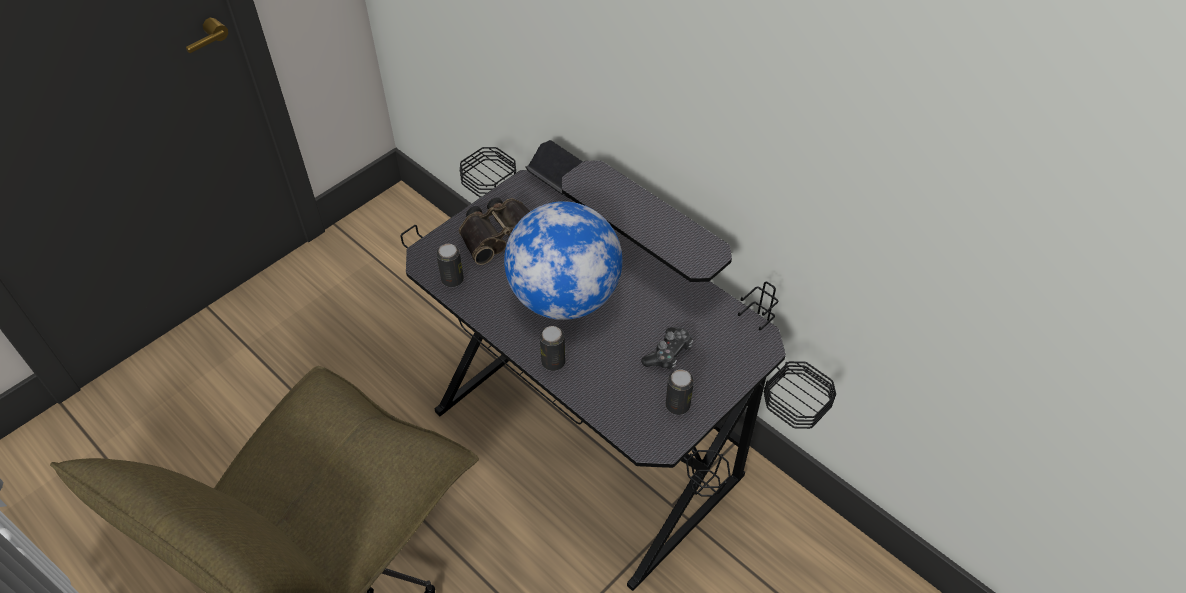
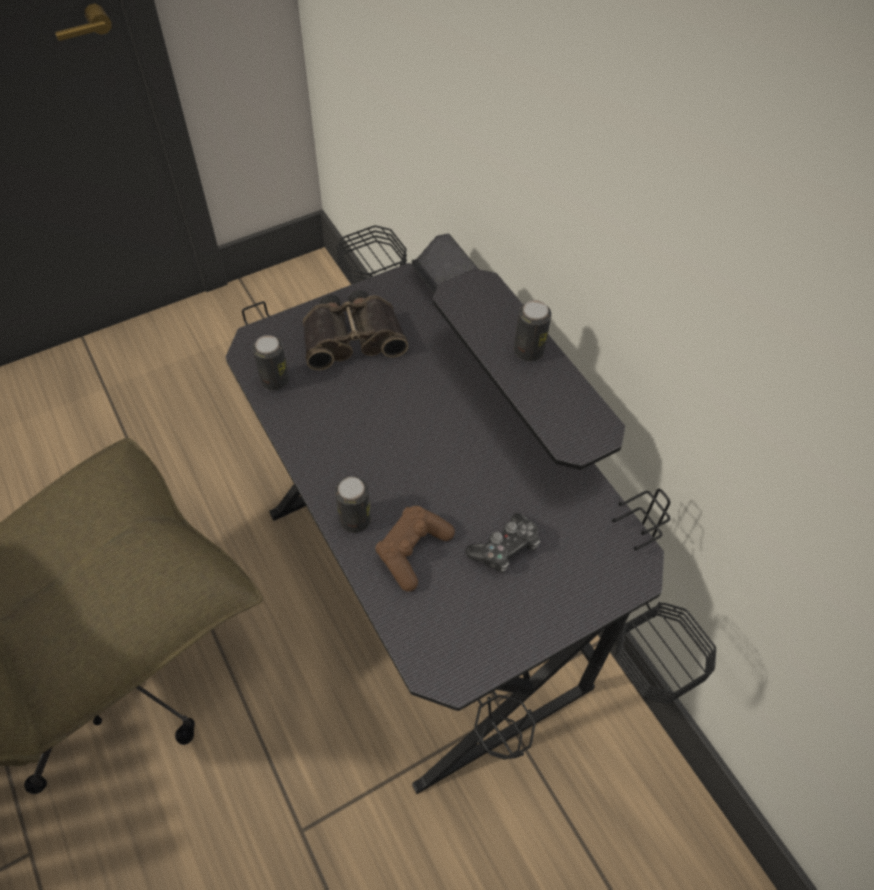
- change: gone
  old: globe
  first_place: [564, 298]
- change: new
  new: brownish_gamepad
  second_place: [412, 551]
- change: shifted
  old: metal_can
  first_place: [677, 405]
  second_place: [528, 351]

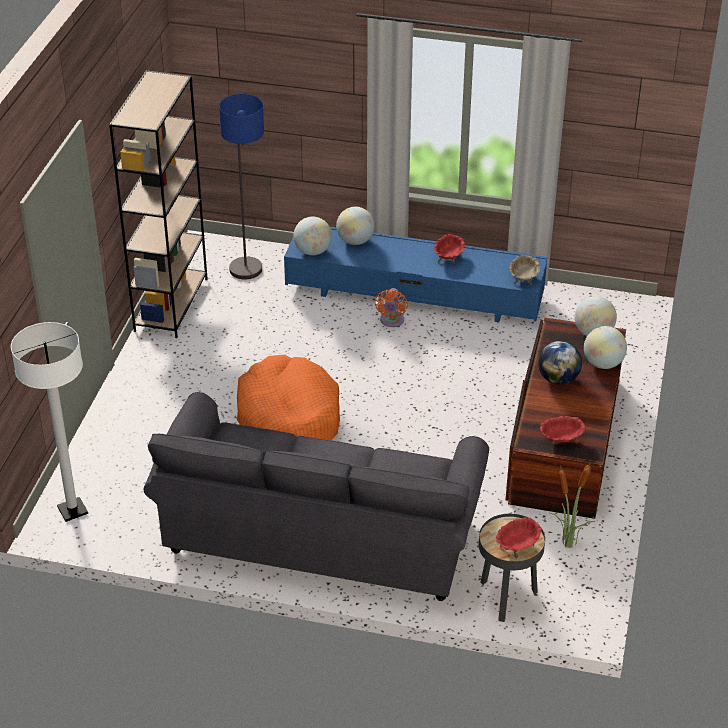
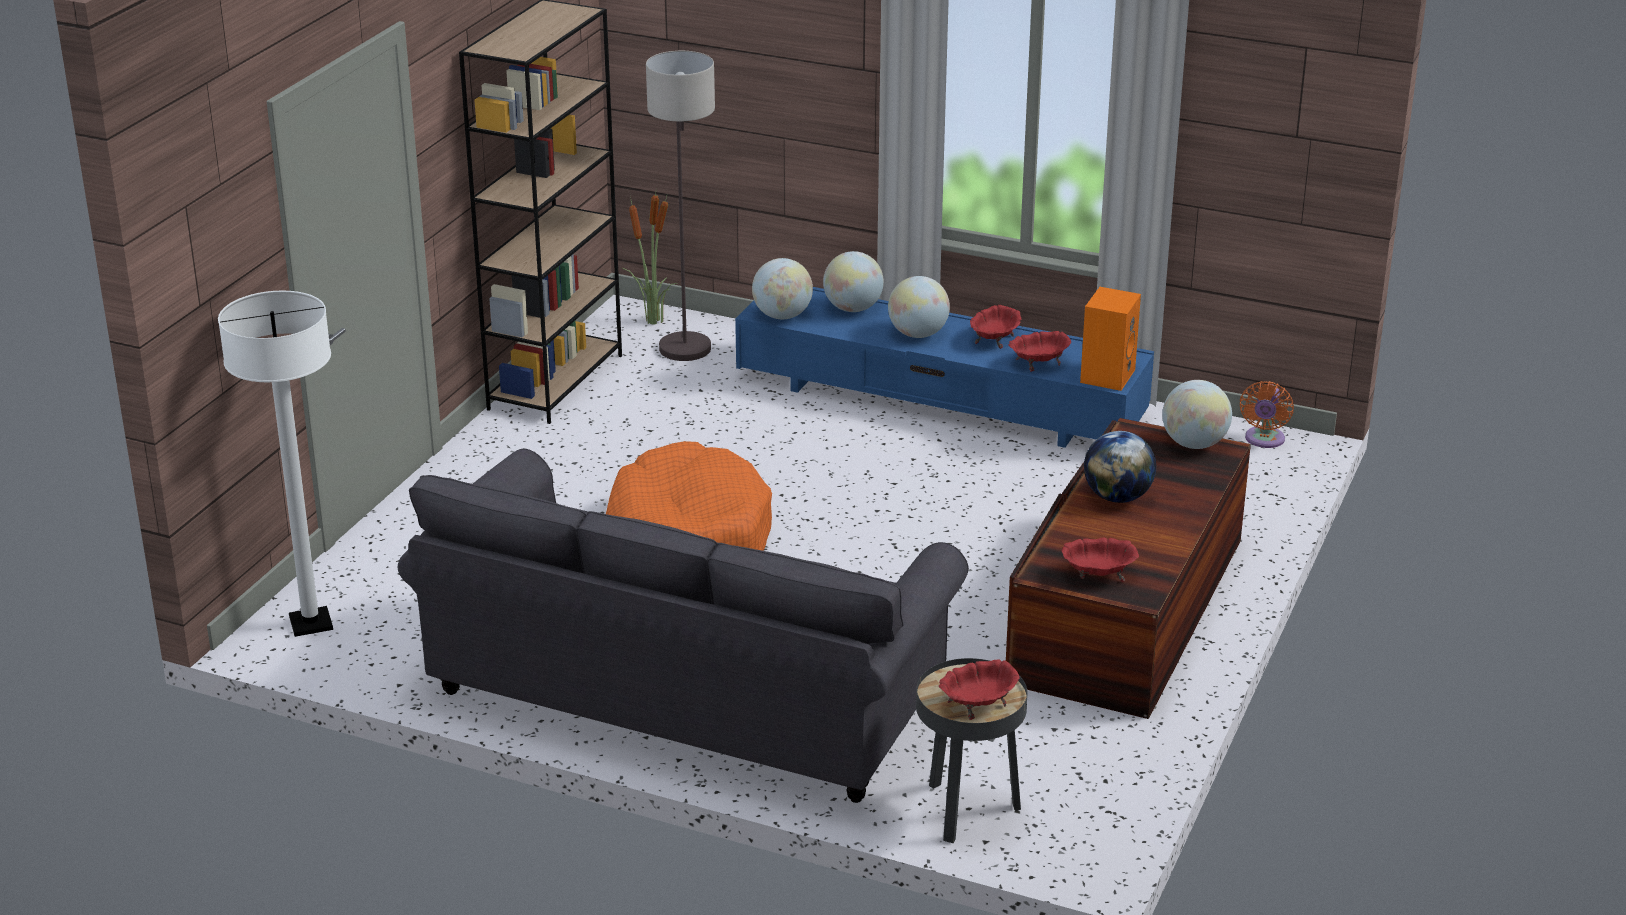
- change: new
  new: reddish_bowl
  second_place: [1039, 363]
- change: shifted
  old: orange-coloured_electric_fan
  first_place: [391, 321]
  second_place: [1264, 440]
- change: shifted
  old: potted_plant
  first_place: [568, 545]
  second_place: [653, 322]
- change: shifted
  old: globe
  first_place: [603, 363]
  second_place: [918, 334]
- change: swapped
  old: beige_bowl
  new: orange-coloured_loudspeaker
  first_place: [523, 278]
  second_place: [1107, 375]
- change: repainted
  old: blue-coloured_standard_lamp
  new: grey_standard_lamp
  first_place: [249, 275]
  second_place: [687, 356]

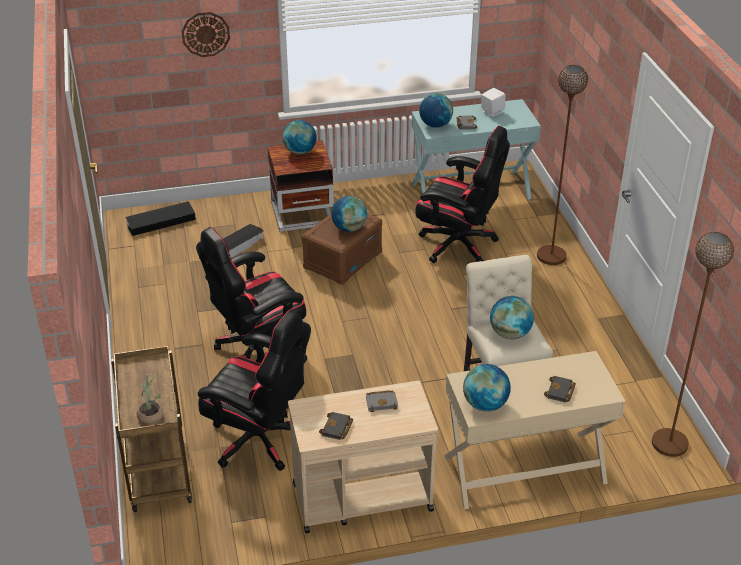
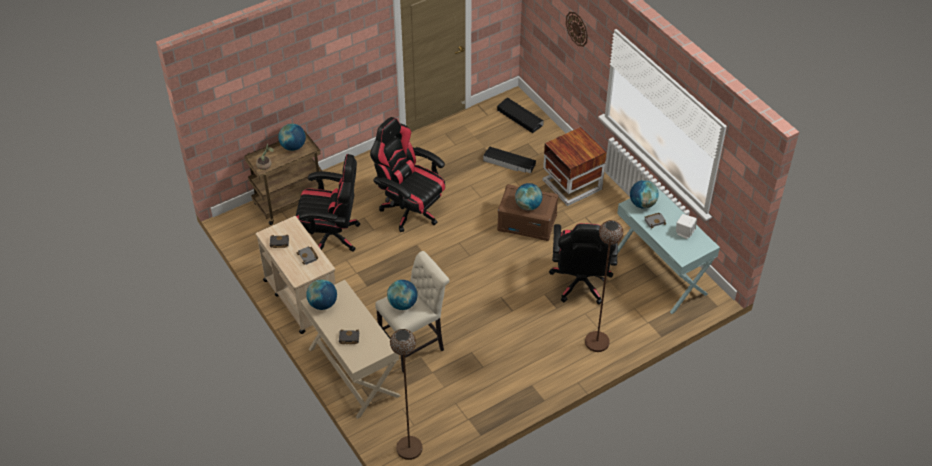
- change: shifted
  old: globe
  first_place: [300, 151]
  second_place: [293, 147]
- change: rotated
  old: blackish_desk_chair
  first_place: [258, 439]
  second_place: [330, 236]
  degrees: -90

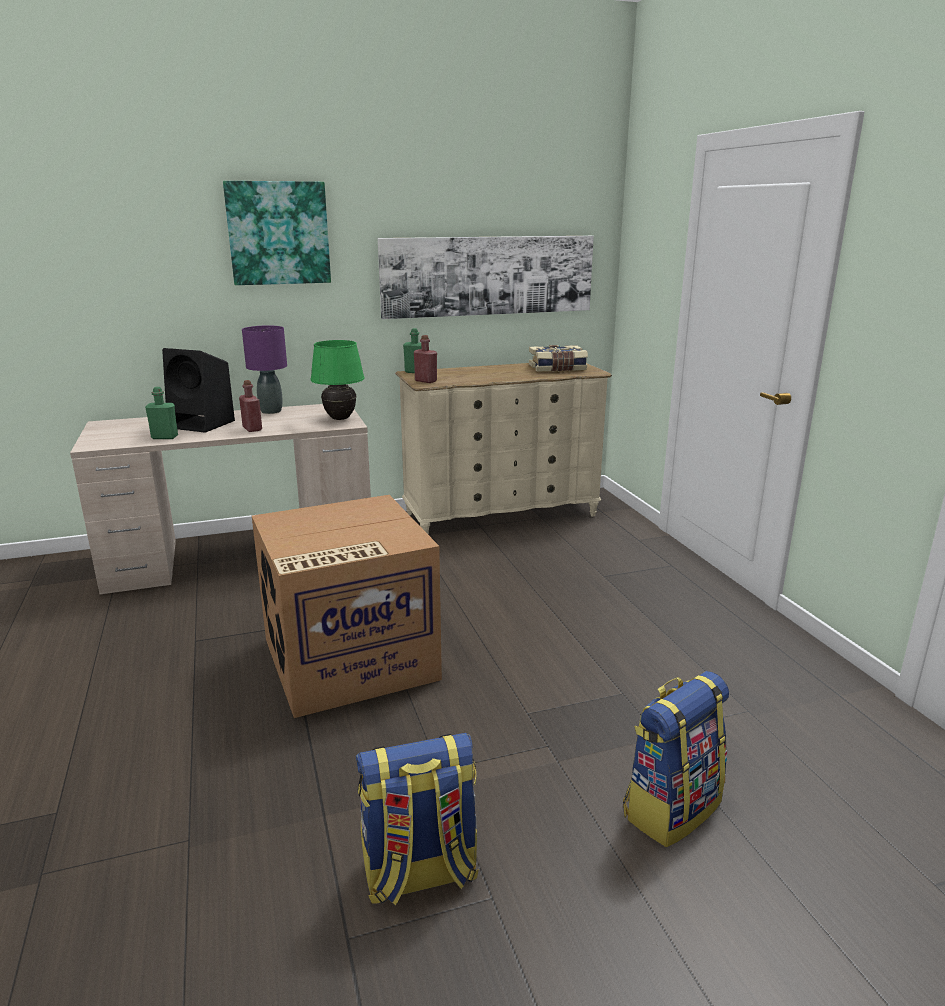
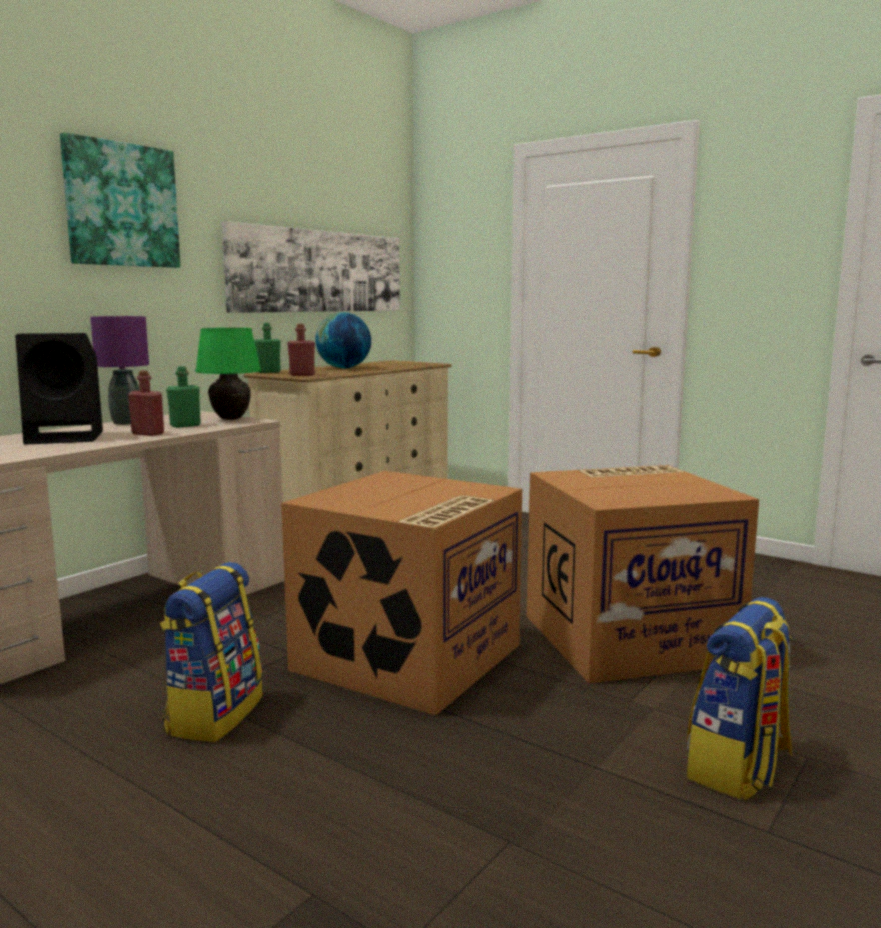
- change: gone
  old: volume
  first_place: [557, 369]
- change: new
  new: globe
  second_place: [344, 368]
- change: new
  new: packing_box
  second_place: [629, 637]
- change: shifted
  old: green_beverage_bottle
  first_place: [164, 437]
  second_place: [185, 425]
- change: shifted
  old: rucksack
  first_place: [671, 807]
  second_place: [214, 714]

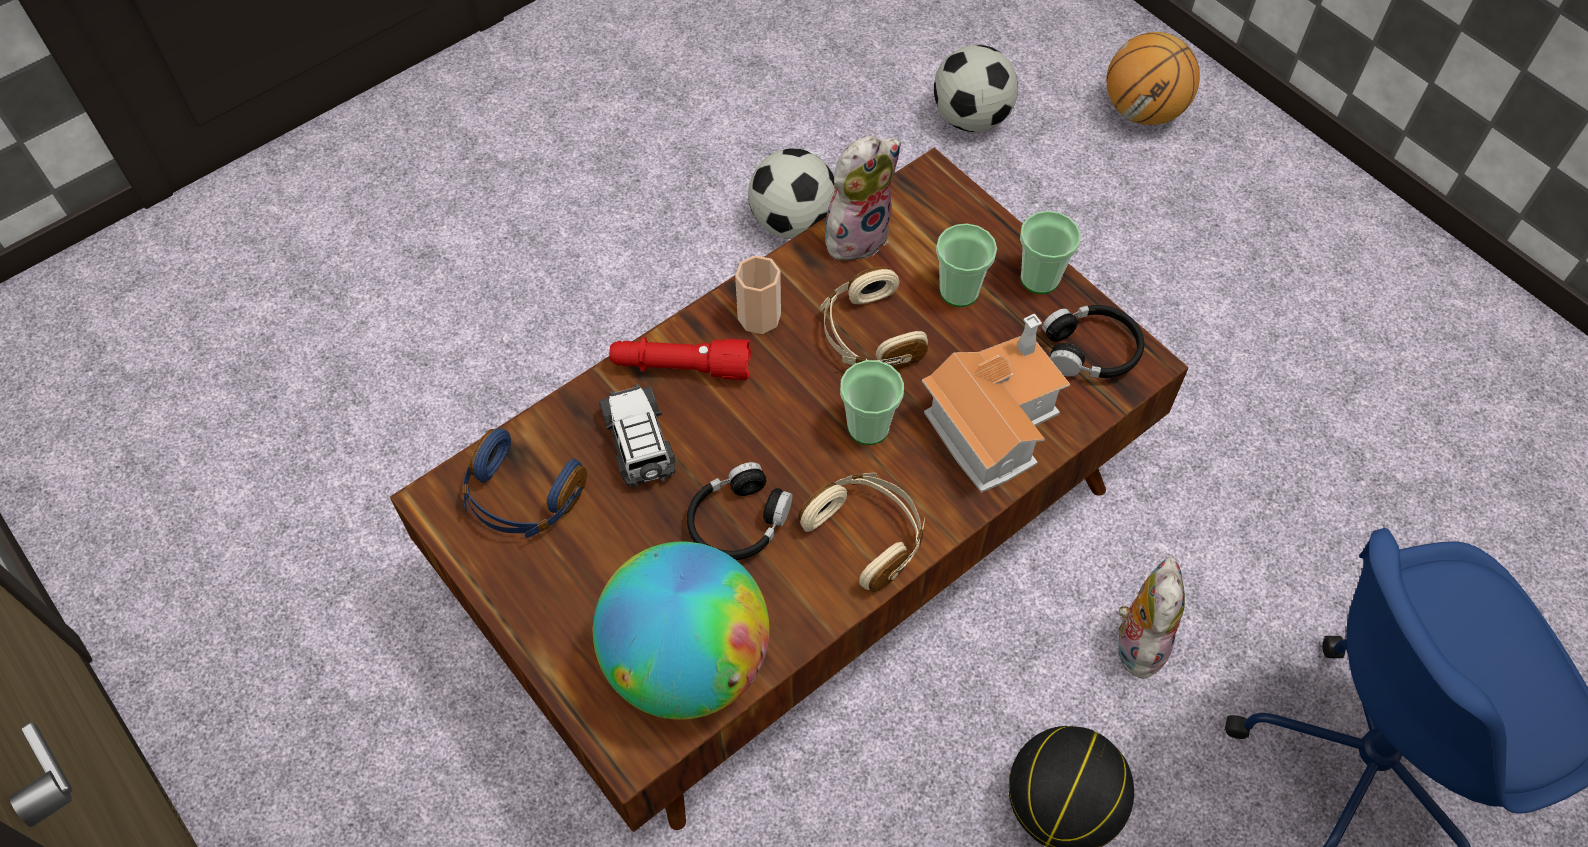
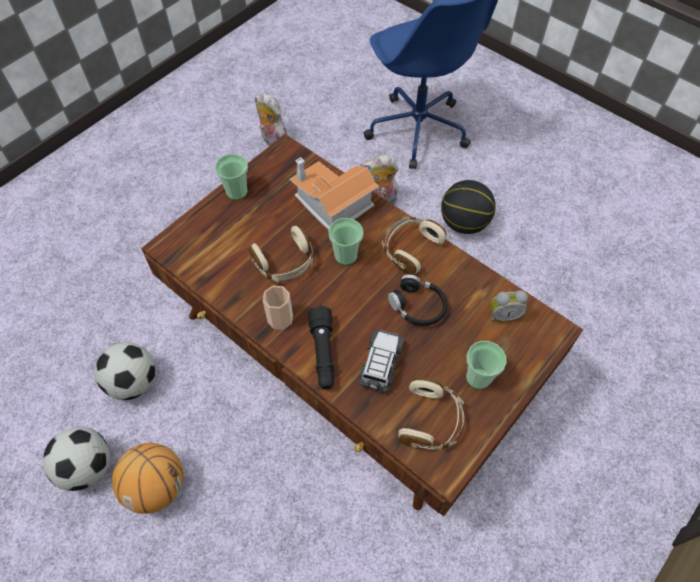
- change: gone
  old: blackish_headset
  first_place: [1091, 351]
- change: shifted
  old: cuddly_toy
  first_place: [856, 234]
  second_place: [272, 141]
- change: shifted
  old: football
  first_place: [971, 117]
  second_place: [87, 467]
- change: shifted
  old: cup
  first_place: [959, 291]
  second_place: [478, 377]
- change: shifted
  old: ball_for_basketball
  first_place: [1143, 111]
  second_place: [157, 486]
- change: swapped
  old: globe
  new: bedside_clock
  first_place: [687, 663]
  second_place: [503, 315]
- change: repainted
  old: blue-coloured_headset
  new: beige_headset
  first_place: [522, 498]
  second_place: [431, 421]
- change: repainted
  old: reddish_flashlight
  new: blackish_flashlight
  first_place: [681, 367]
  second_place: [323, 353]
- change: rotated
  old: toy_car
  first_place: [639, 444]
  second_place: [381, 364]
  degrees: 135

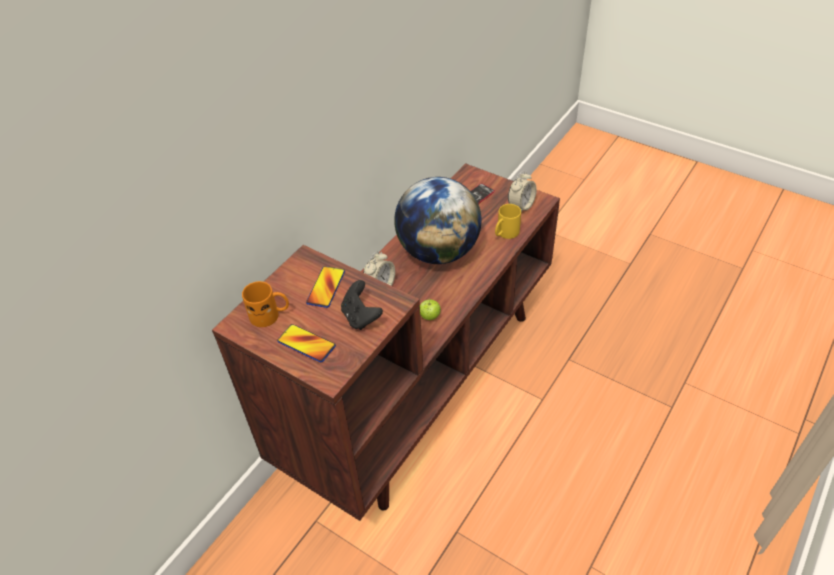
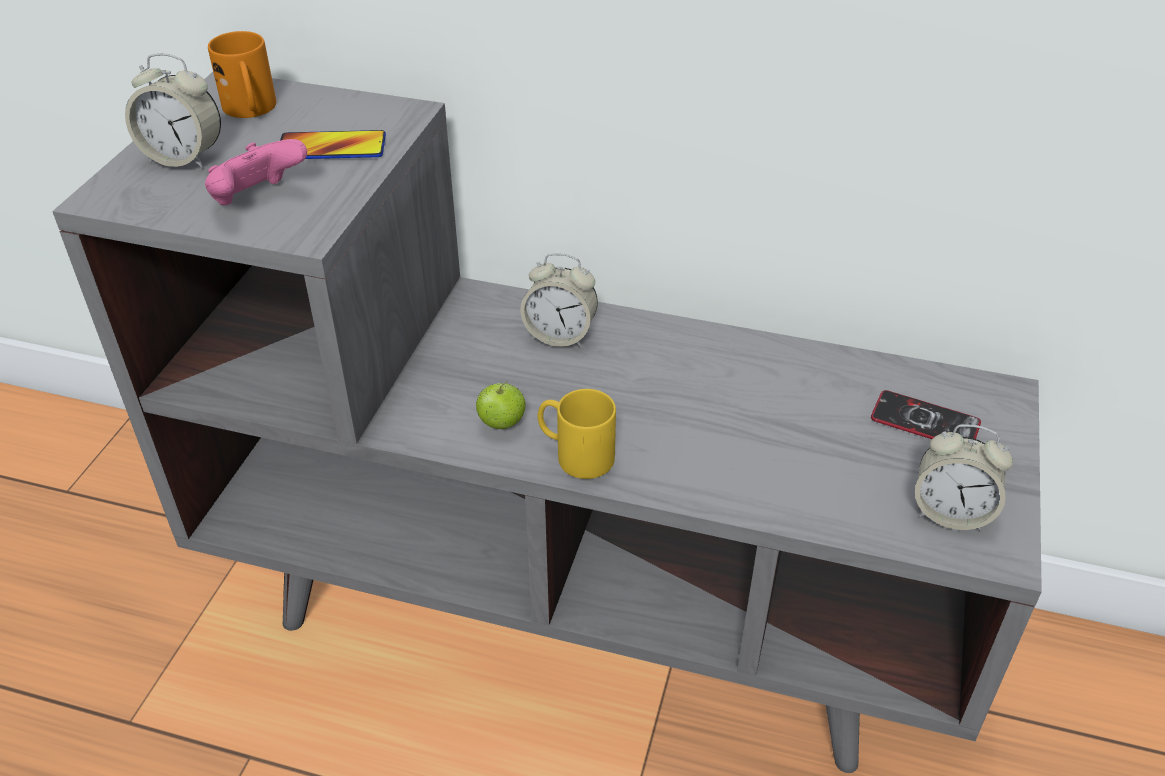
- change: gone
  old: globe
  first_place: [438, 251]
- change: shifted
  old: yellow-coloured_coffee_mug
  first_place: [505, 234]
  second_place: [574, 455]
- change: swapped
  old: handset
  new: bedside_clock
  first_place: [306, 344]
  second_place: [184, 158]
- change: repainted
  old: brownish_tv_stand
  new: grey_tv_stand
  first_place: [422, 381]
  second_place: [587, 610]
- change: repainted
  old: blackish_gamepad
  new: pinkish_gamepad
  first_place: [361, 317]
  second_place: [257, 200]

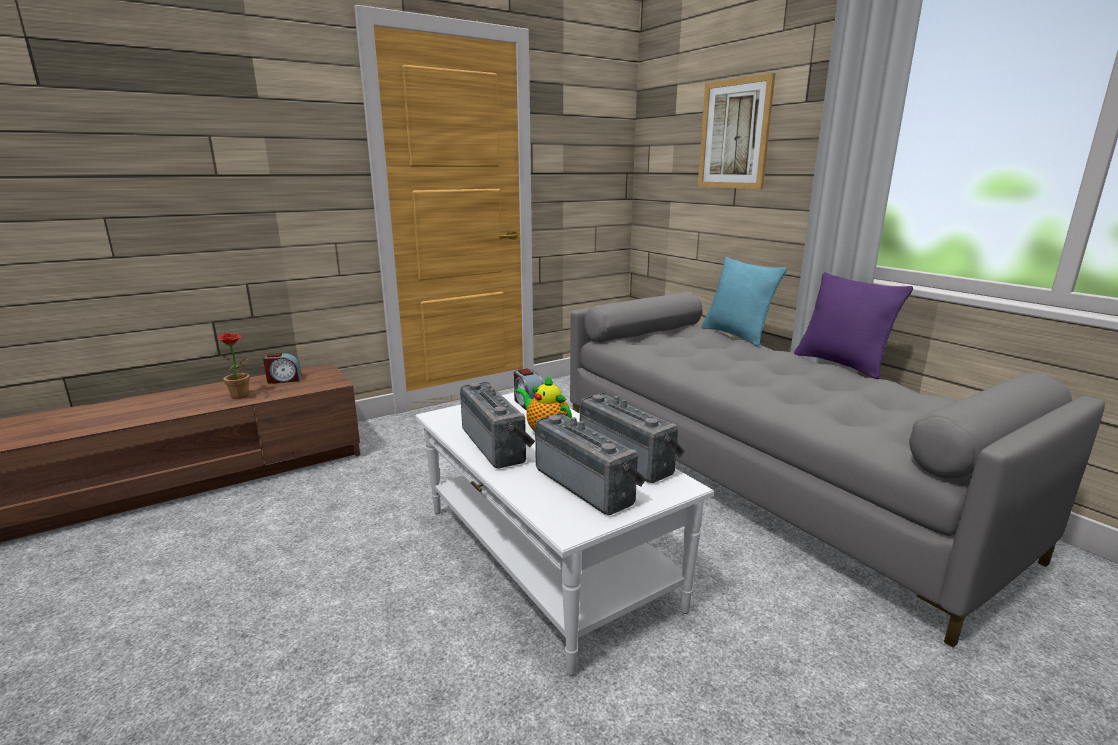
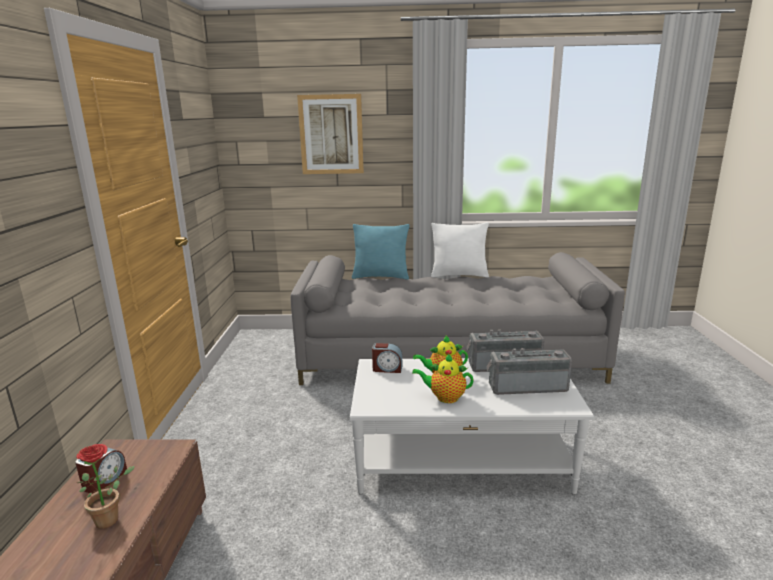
- change: swapped
  old: radio
  new: tea_pot
  first_place: [498, 444]
  second_place: [445, 397]
- change: repainted
  old: purplish_cushion
  new: whitish_cushion
  first_place: [841, 364]
  second_place: [459, 275]

